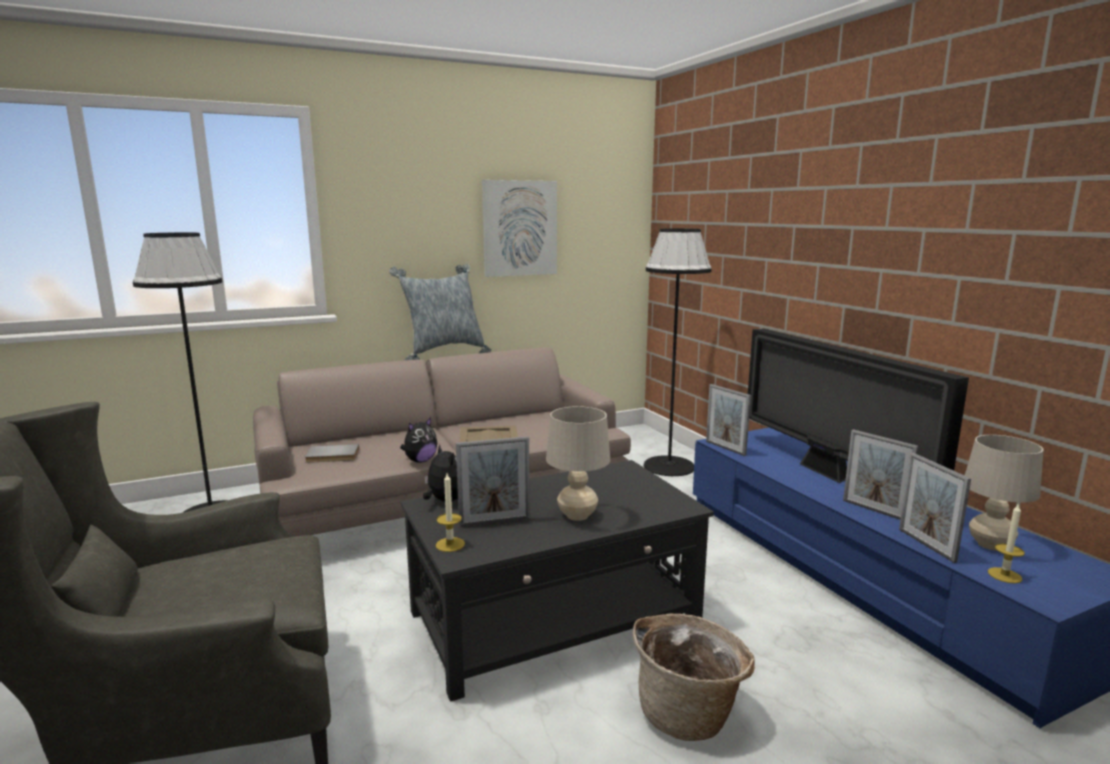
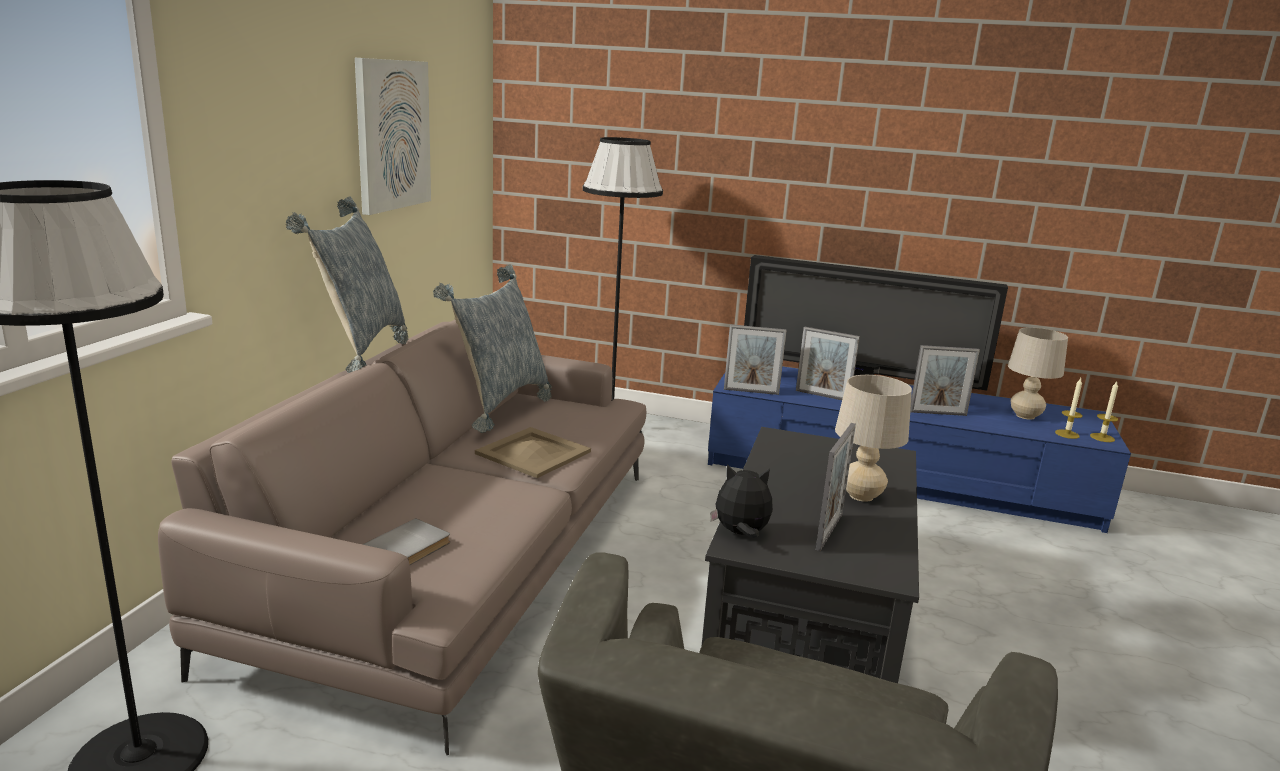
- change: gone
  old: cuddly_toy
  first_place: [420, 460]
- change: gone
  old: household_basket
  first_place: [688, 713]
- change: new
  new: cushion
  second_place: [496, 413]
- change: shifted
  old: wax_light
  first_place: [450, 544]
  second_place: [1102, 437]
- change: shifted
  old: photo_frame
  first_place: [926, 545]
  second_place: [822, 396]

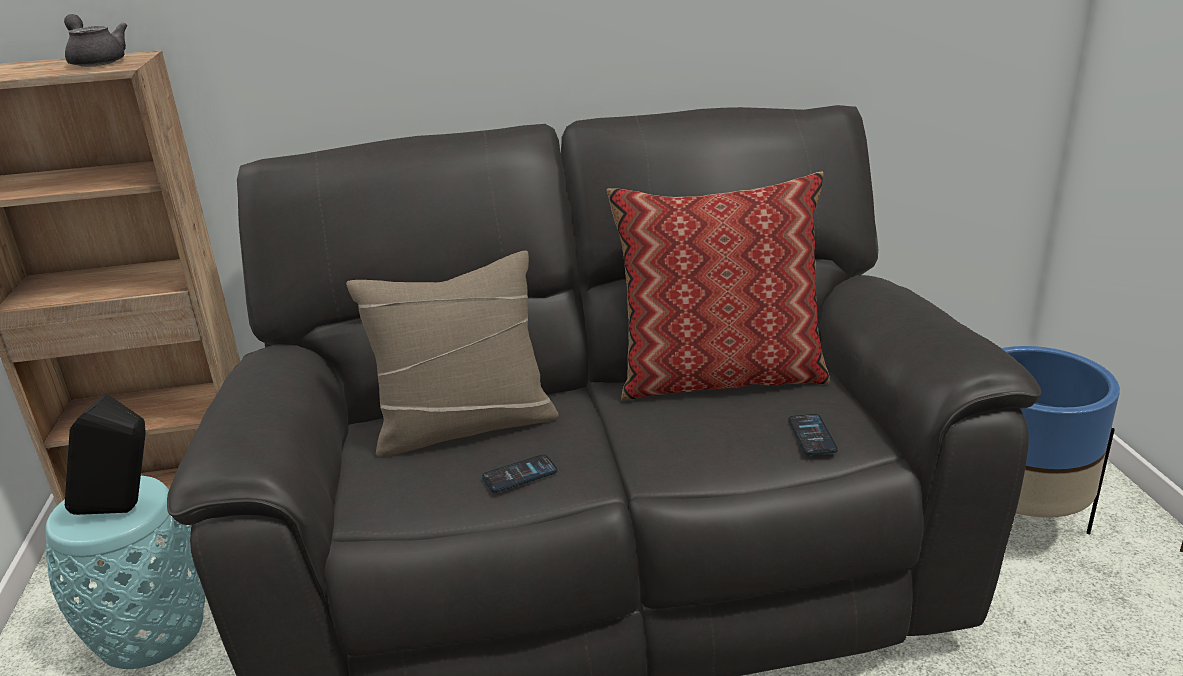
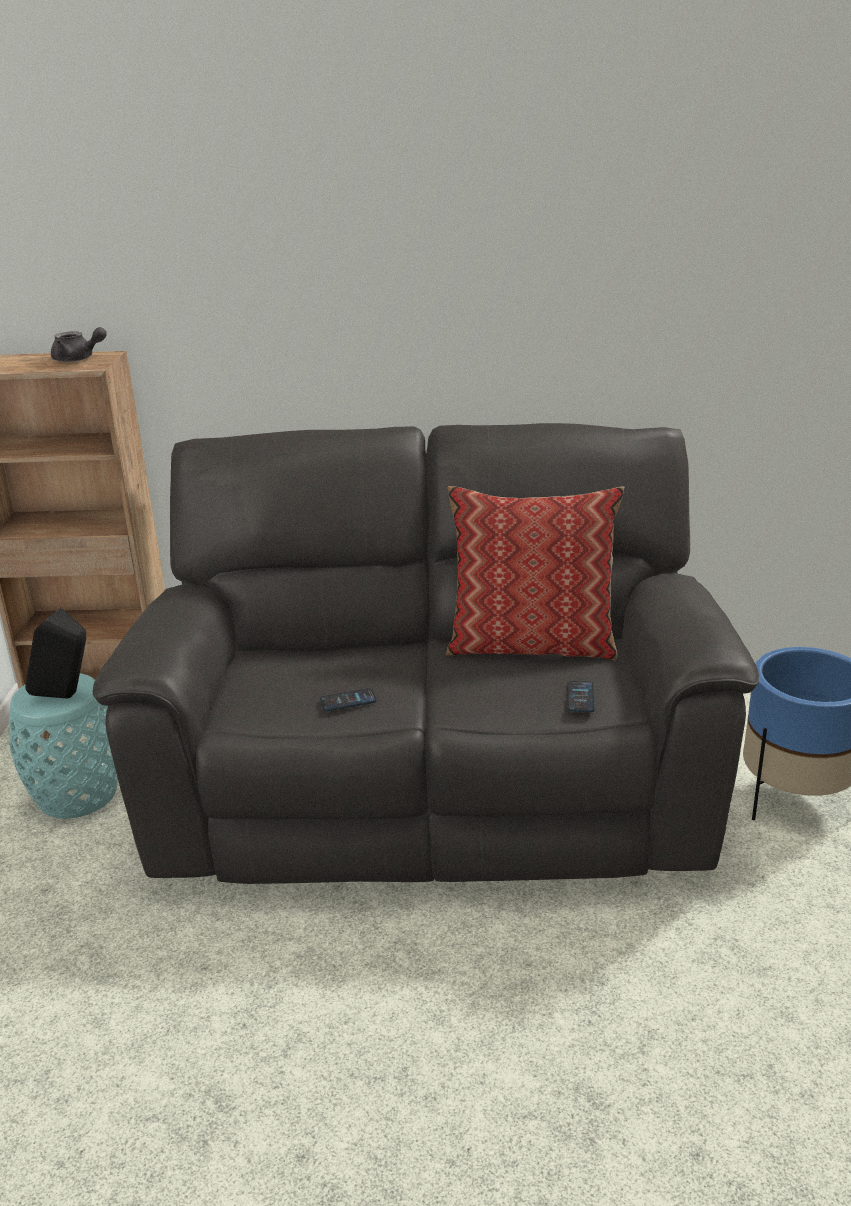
- change: gone
  old: beige_cushion
  first_place: [465, 425]
- change: rotated
  old: grey_tea_pot
  first_place: [96, 61]
  second_place: [78, 359]
  degrees: 135

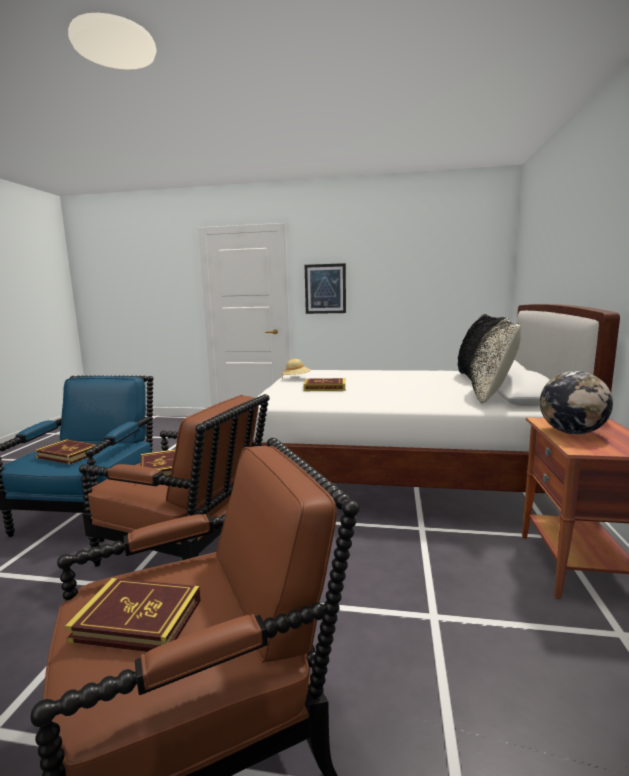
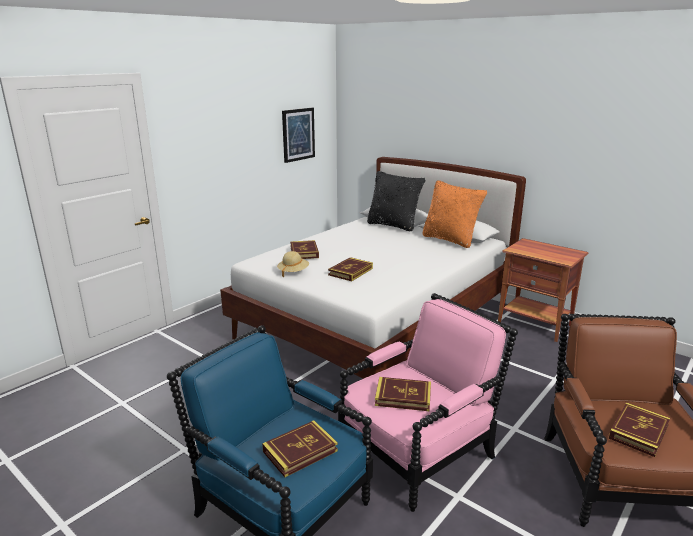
- change: gone
  old: globe
  first_place: [571, 432]
- change: new
  new: volume
  second_place: [304, 252]
- change: shifted
  old: picture
  first_place: [325, 289]
  second_place: [298, 134]
- change: repainted
  old: brownish_lounge_chair
  new: pinkish_lounge_chair
  first_place: [188, 548]
  second_place: [421, 451]
- change: repainted
  old: beige_cushion
  new: orange-coloured_cushion
  first_place: [491, 397]
  second_place: [450, 241]

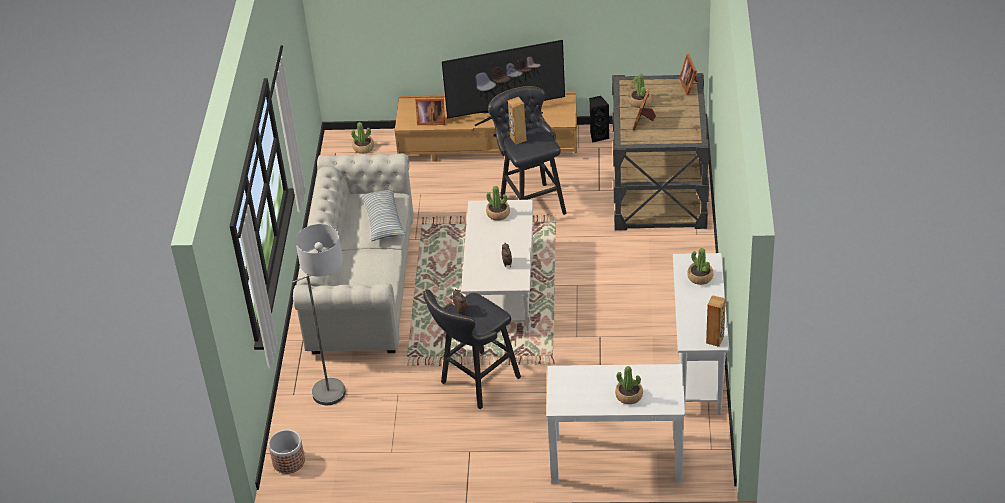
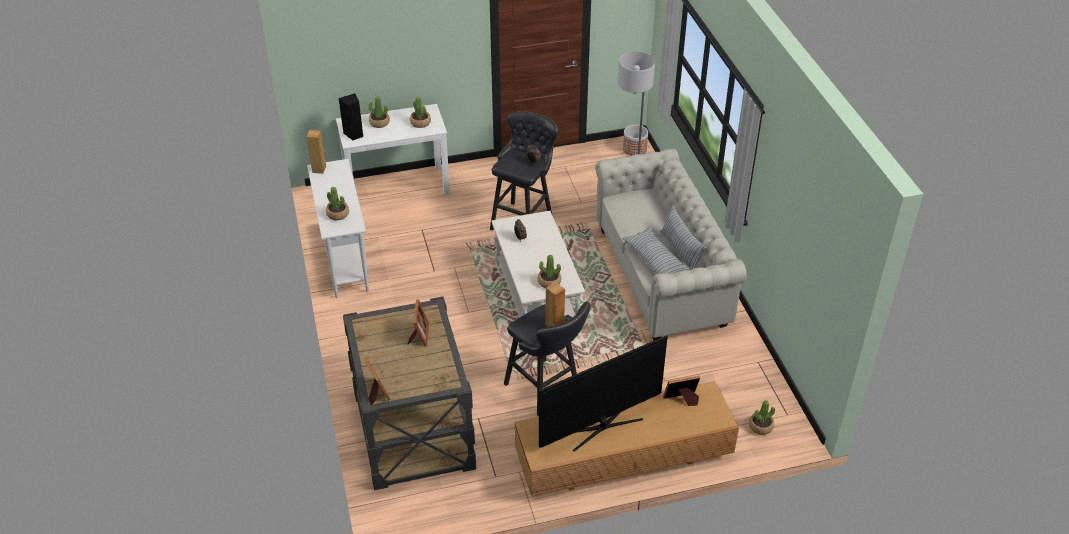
- change: new
  new: cushion
  second_place: [680, 251]
- change: shifted
  old: blackish_loudspeaker
  first_place: [598, 136]
  second_place: [354, 134]
- change: shifted
  old: potted_plant
  first_place: [639, 102]
  second_place: [420, 123]

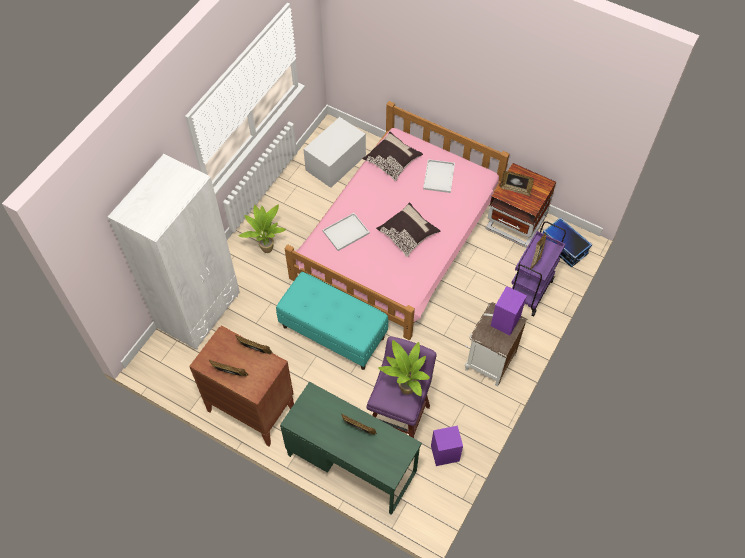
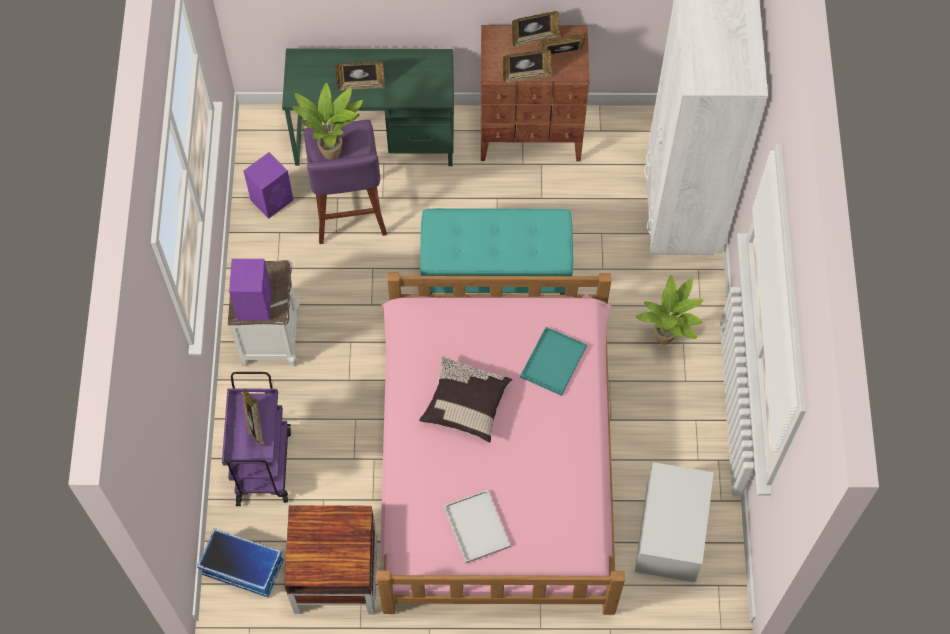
- change: gone
  old: cushion
  first_place: [392, 161]
- change: shifted
  old: photo_frame
  first_place: [515, 189]
  second_place: [561, 55]
- change: repainted
  old: whitish_carrying_tray
  new: turquoise-coloured_carrying_tray
  first_place: [346, 231]
  second_place: [553, 363]

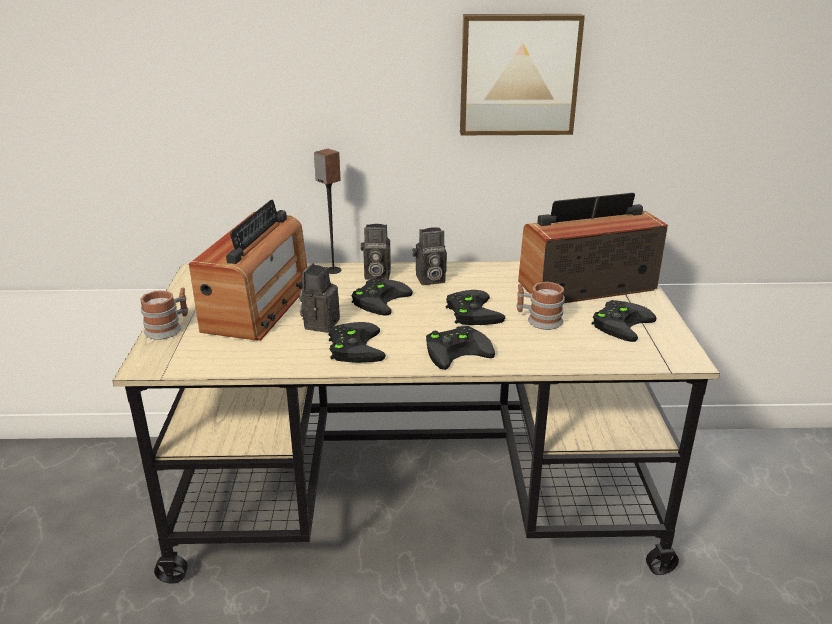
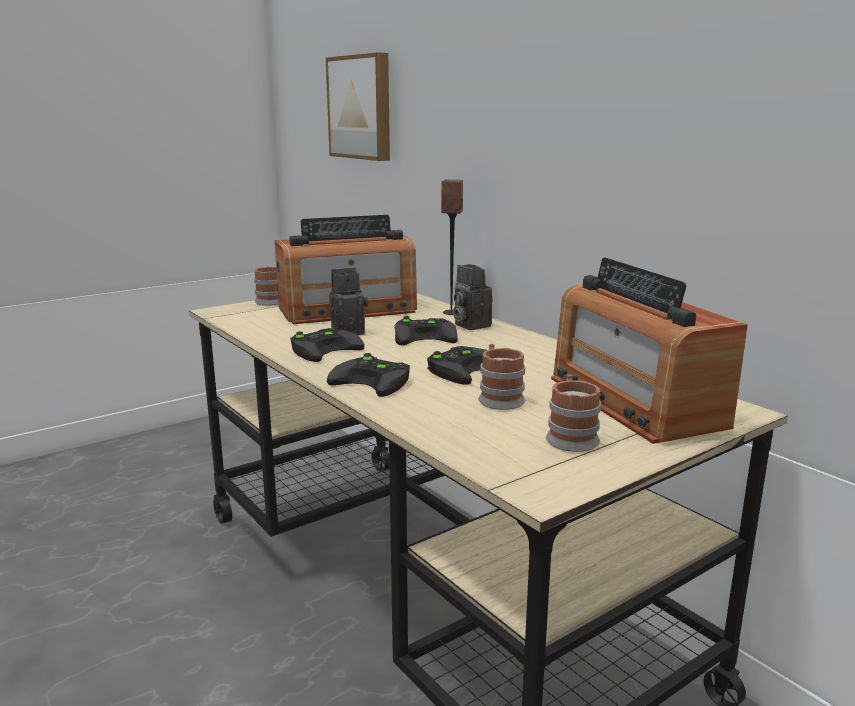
- change: gone
  old: still_camera
  first_place: [429, 280]
- change: shifted
  old: picture
  first_place: [518, 74]
  second_place: [362, 107]
- change: swapped
  old: blackish_gamepad
  new: coffee_mug
  first_place: [620, 323]
  second_place: [571, 436]
- change: rotated
  old: radio
  first_place: [586, 286]
  second_place: [633, 401]
  degrees: -150

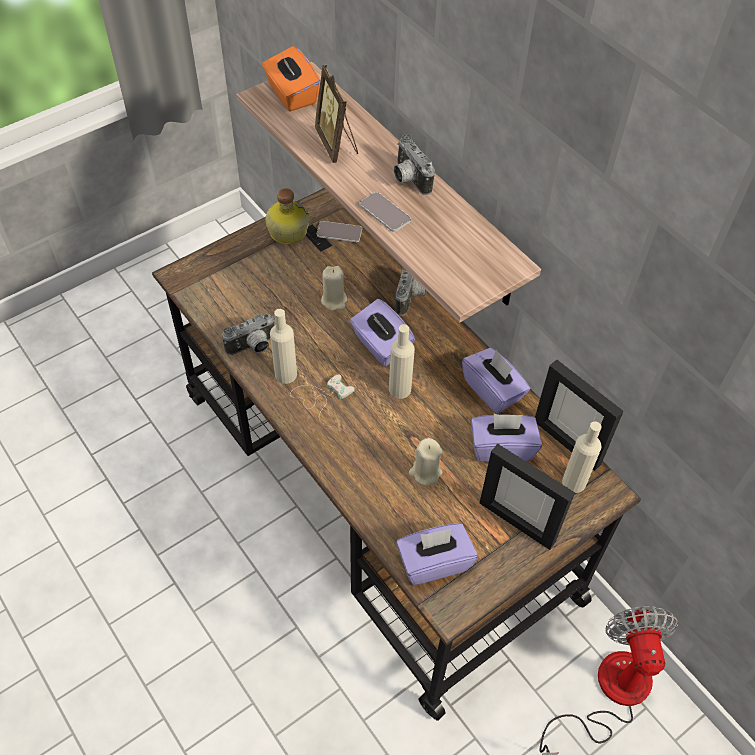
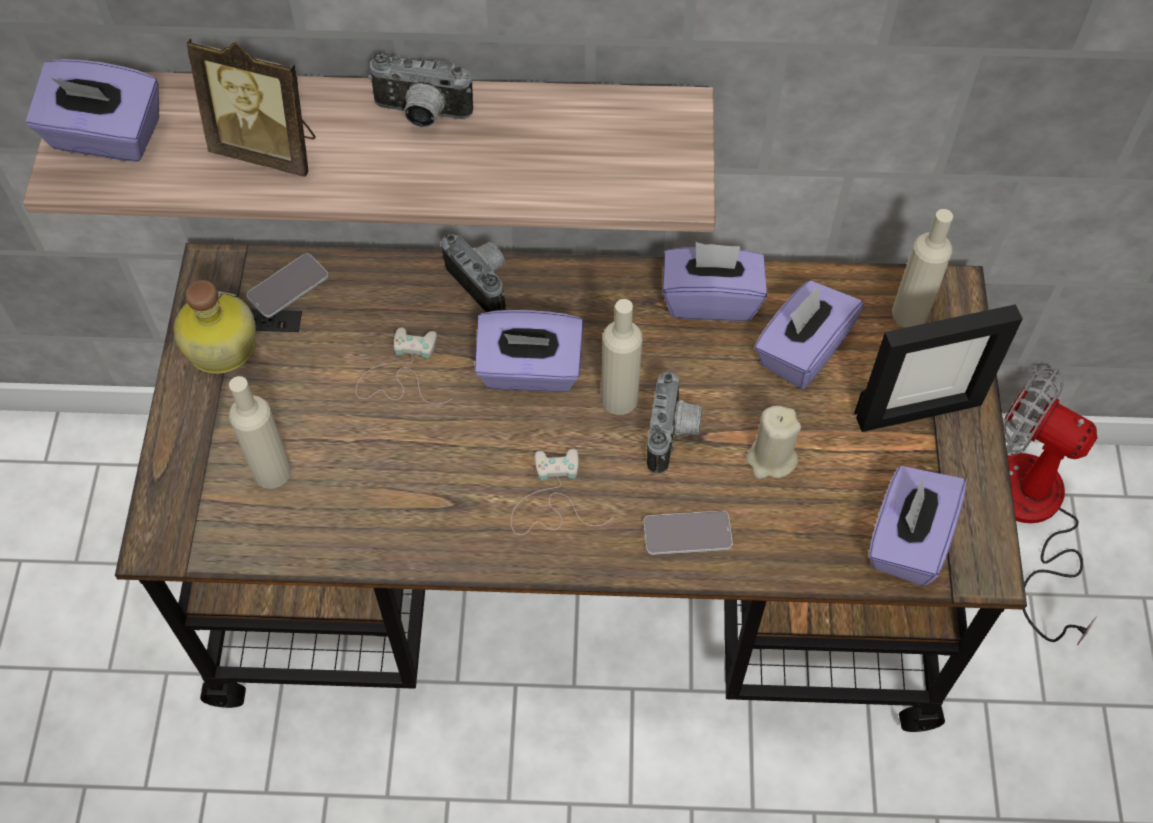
- change: gone
  old: photo_frame
  first_place: [568, 441]
- change: shifted
  old: still_camera
  first_place: [253, 347]
  second_place: [674, 435]
- change: shifted
  old: beige_beverage_bottle
  first_place: [286, 374]
  second_place: [272, 471]
- change: shifted
  old: handset
  first_place: [385, 212]
  second_place: [687, 533]
- change: swapped
  old: beige_wax_light
  new: whitish_gamepad
  first_place: [334, 300]
  second_place: [401, 373]
- change: repainted
  old: orange-coloured_tissue_box
  new: purplish_tissue_box
  first_place: [291, 95]
  second_place: [106, 137]

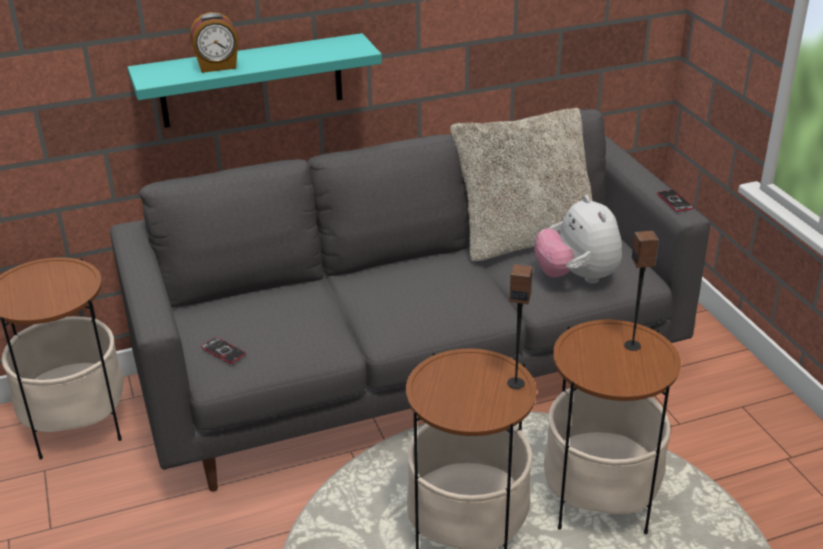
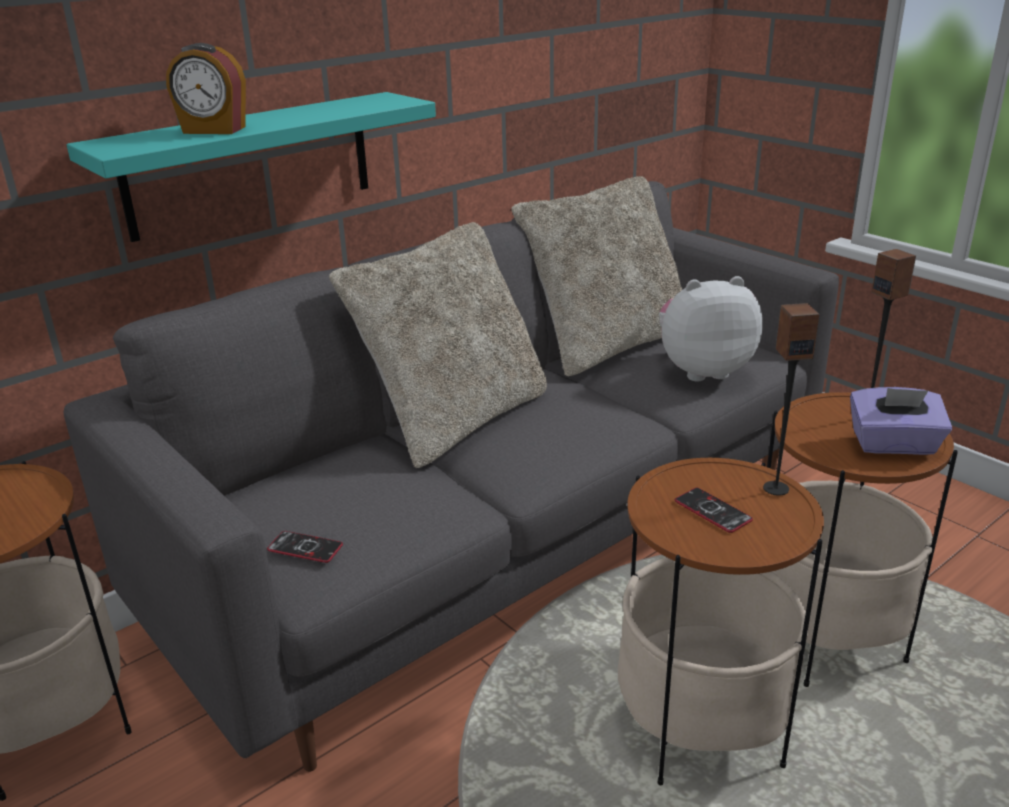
- change: new
  new: beige_cushion
  second_place: [455, 416]
- change: new
  new: purplish_tissue_box
  second_place: [893, 445]
- change: shifted
  old: handset
  first_place: [674, 201]
  second_place: [712, 511]
- change: rotated
  old: bedside_clock
  first_place: [217, 67]
  second_place: [213, 130]
  degrees: 45
- change: rotated
  old: cuddly_toy
  first_place: [576, 277]
  second_place: [702, 370]
  degrees: 120

